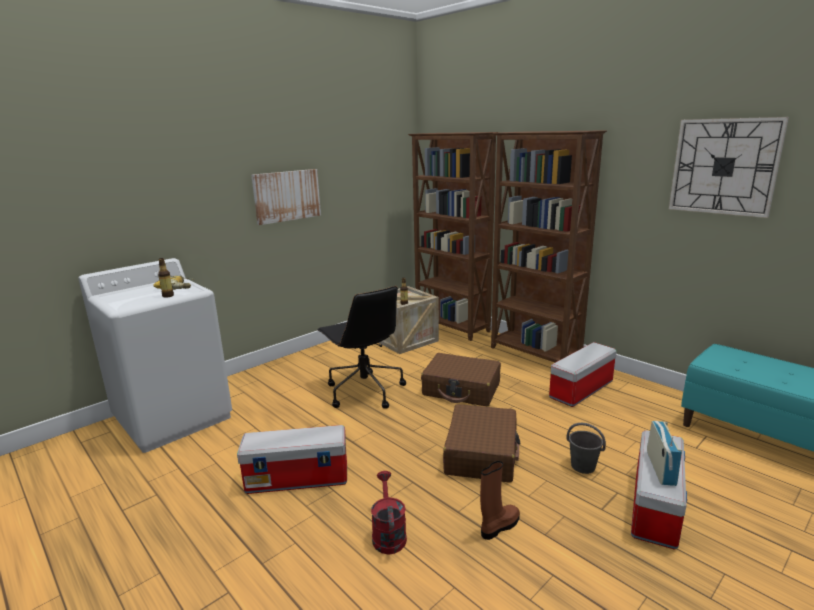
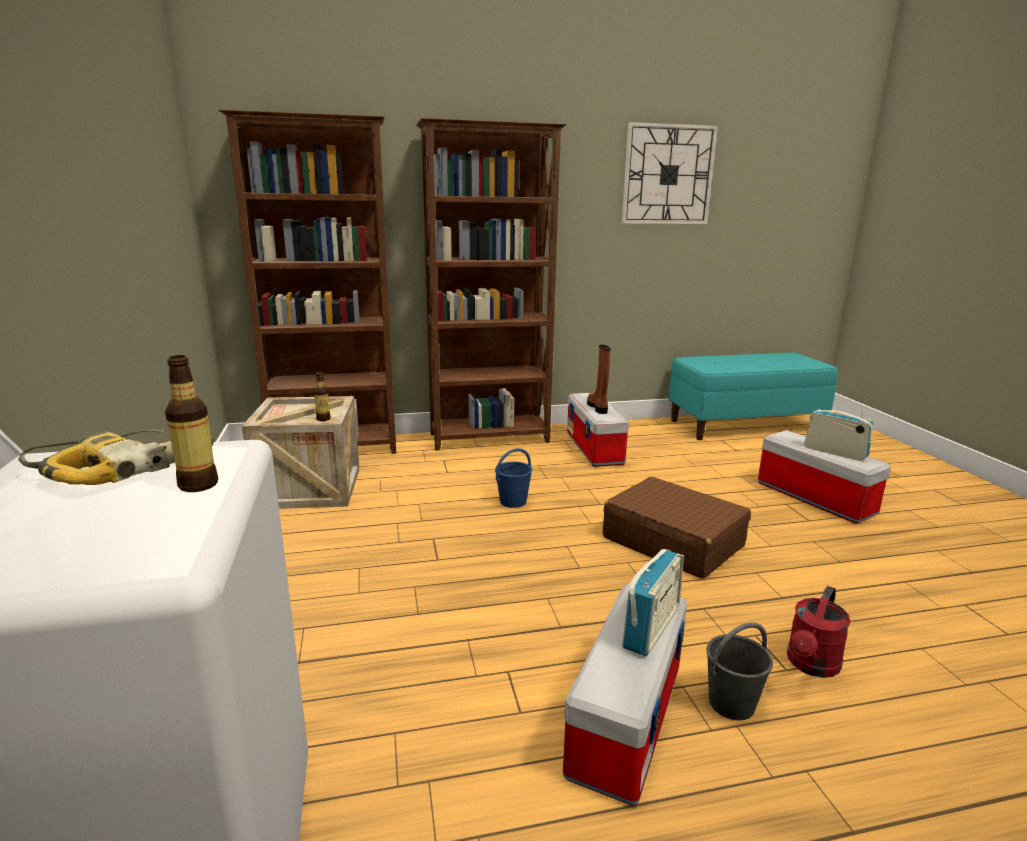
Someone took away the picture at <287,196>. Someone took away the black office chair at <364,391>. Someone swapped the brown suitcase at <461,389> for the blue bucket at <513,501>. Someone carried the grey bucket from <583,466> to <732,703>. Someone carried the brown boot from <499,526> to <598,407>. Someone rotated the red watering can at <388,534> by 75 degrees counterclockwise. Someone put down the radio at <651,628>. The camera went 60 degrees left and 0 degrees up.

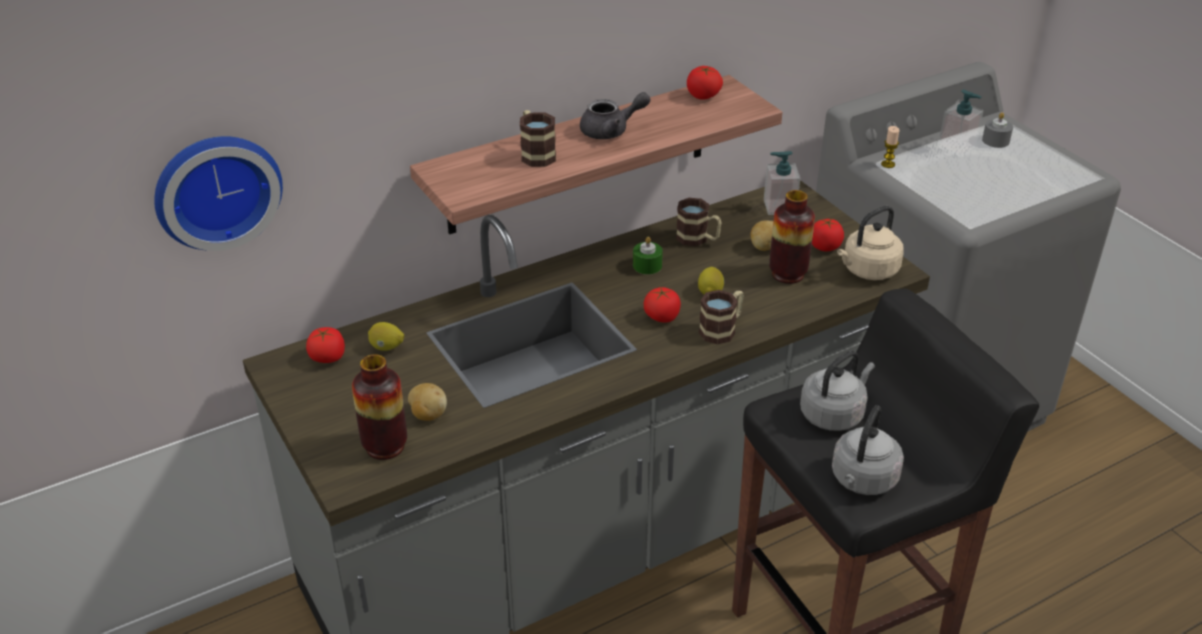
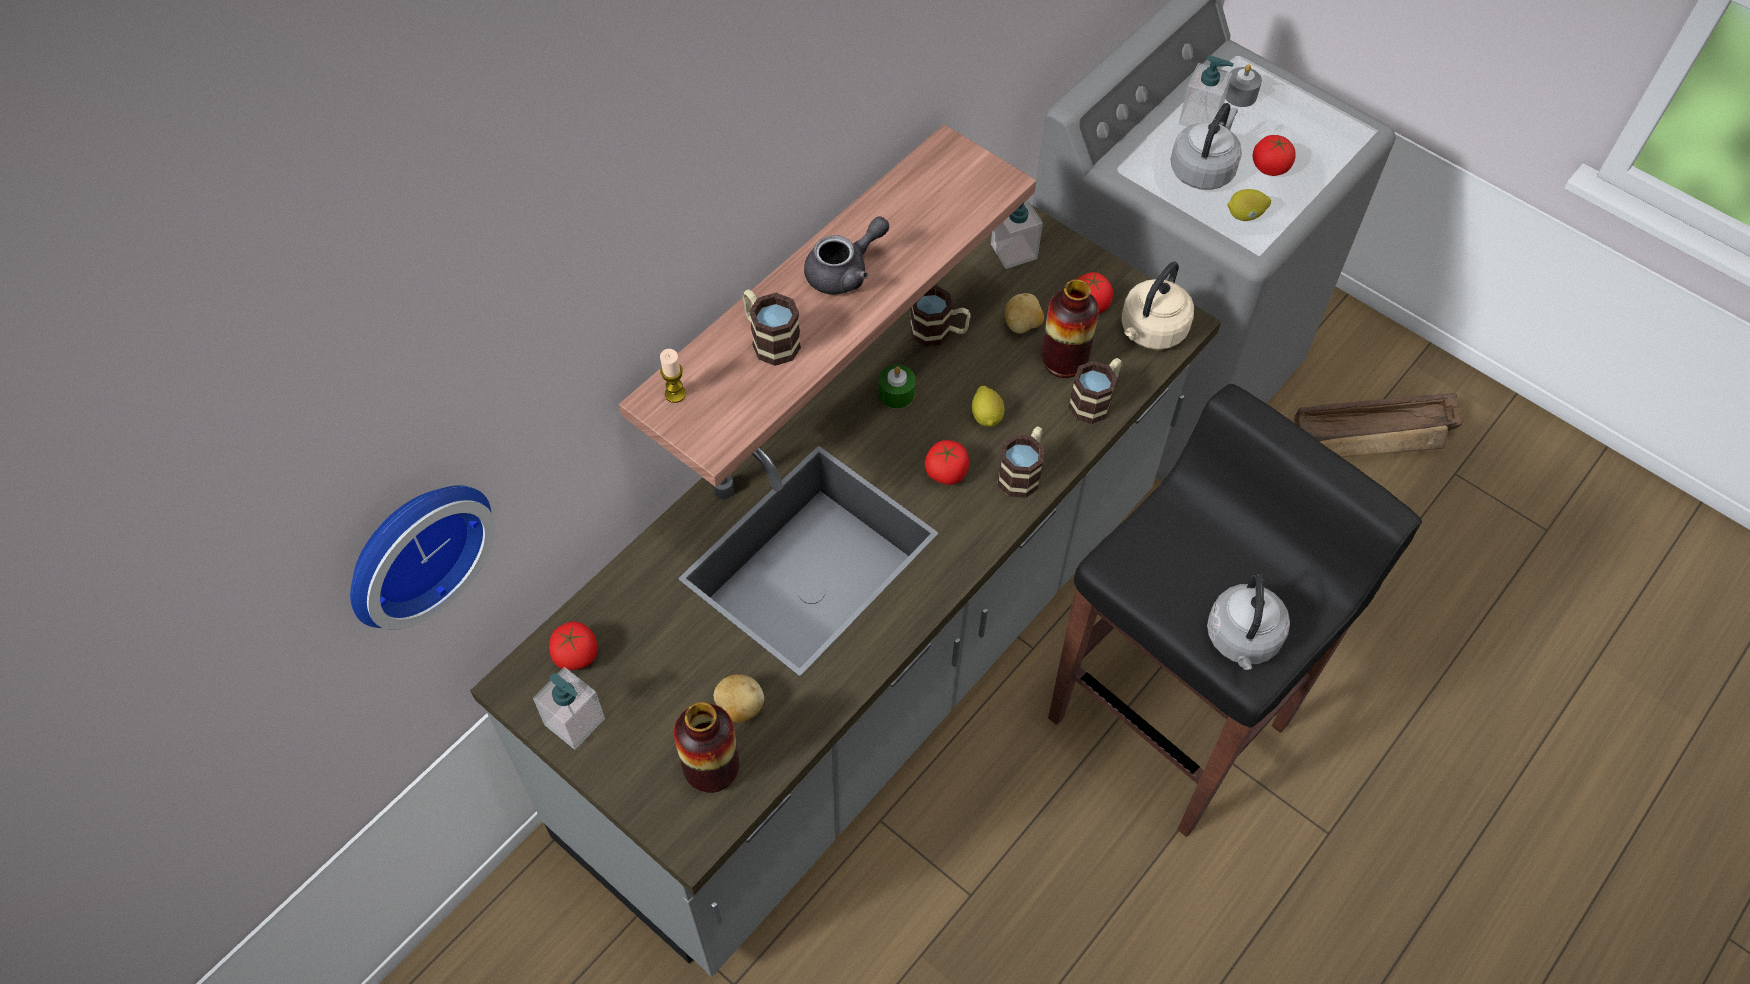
Someone carried the tomato from <703,96> to <1270,167>. Someone carried the candle from <888,164> to <675,394>. Someone carried the lemon from <386,347> to <1245,215>. Someone carried the grey kettle from <834,414> to <1203,169>. Someone put down the mug at <1095,400>. Someone put down the crate at <1372,435>. Someone put down the soap dispenser at <575,722>. The camera went 20 degrees left and 20 degrees up.

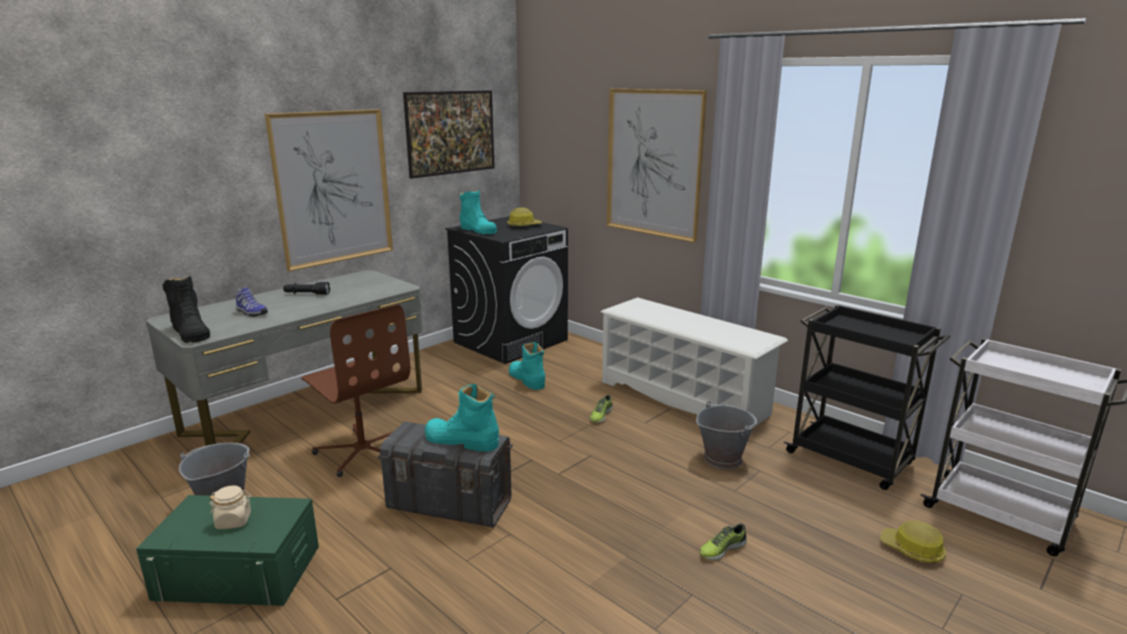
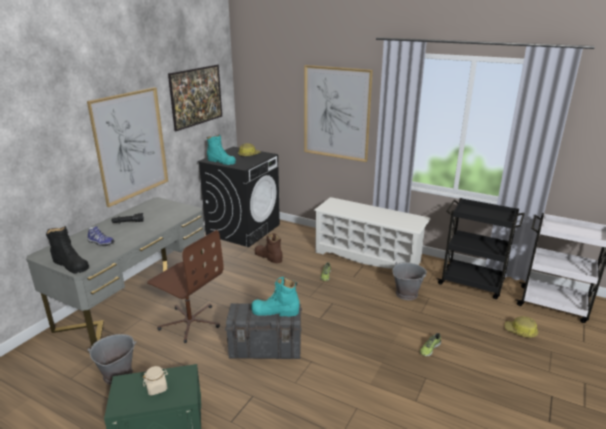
Someone repainted the turquoise boot at <526,379>, which became the brown boot at <268,257>. The camera went 15 degrees left and 5 degrees up.

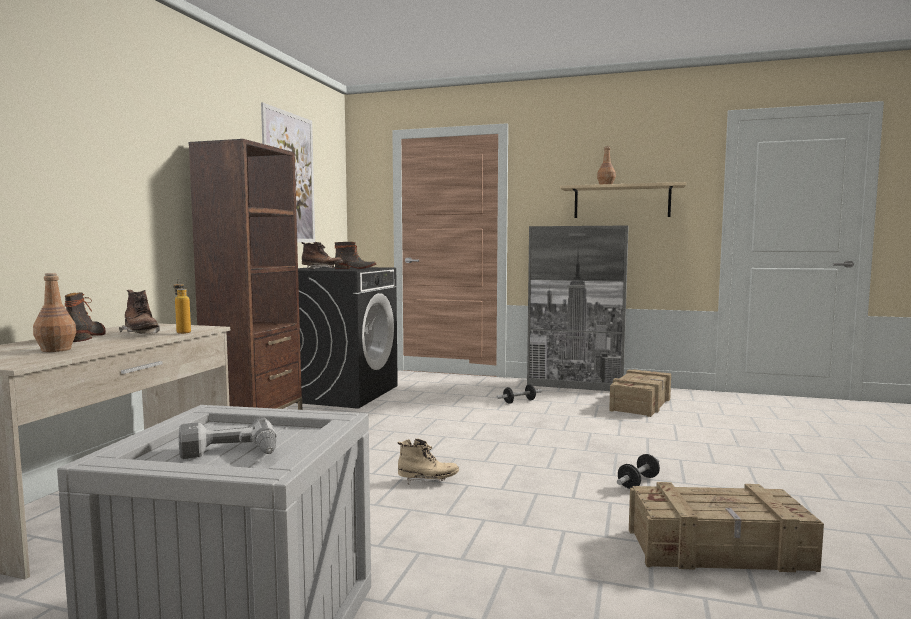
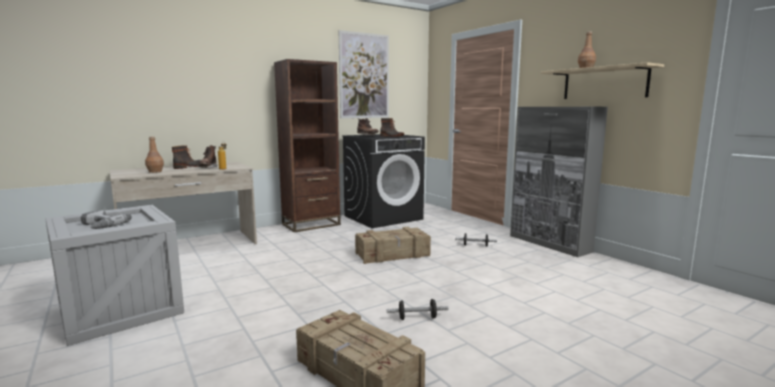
Someone carried the crate from <641,403> to <393,254>. Someone took away the beige boot at <427,481>. The camera went 40 degrees right and 5 degrees up.

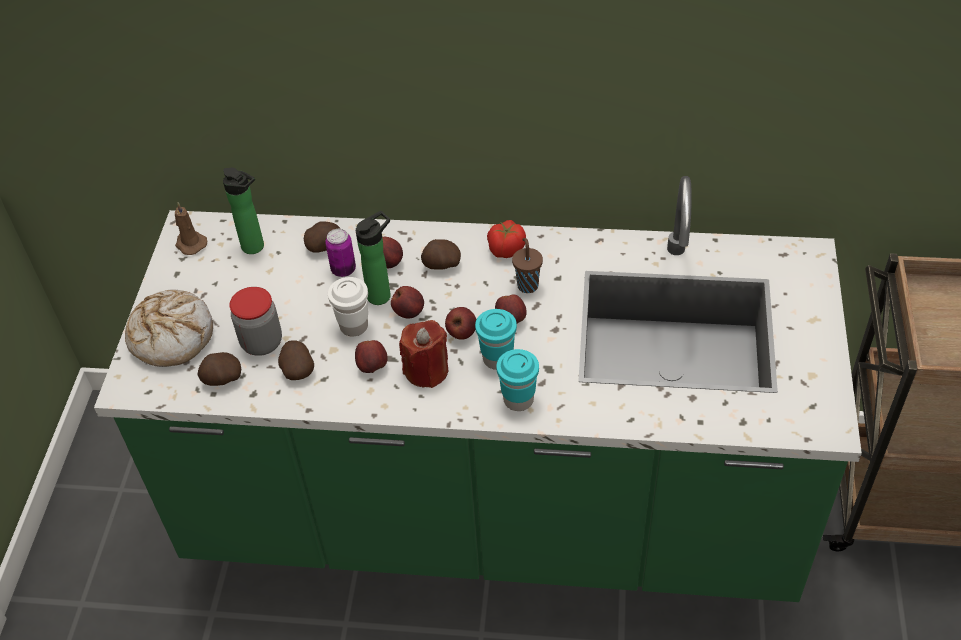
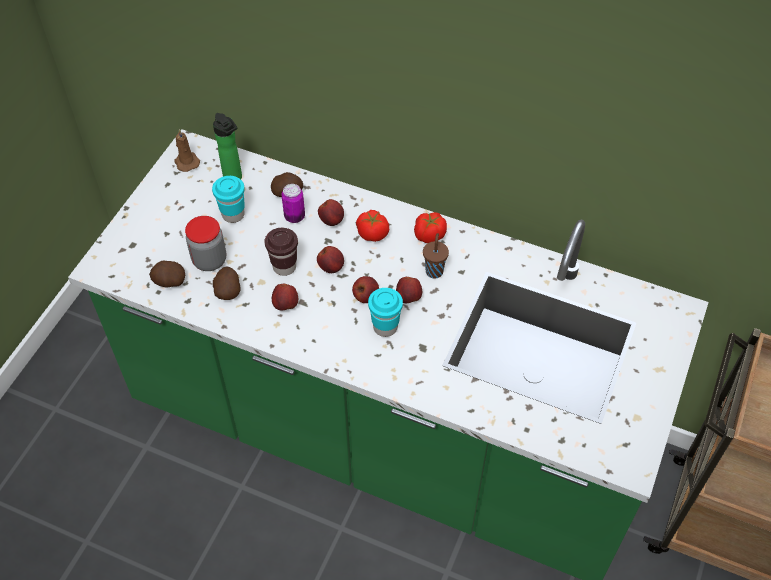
Someone took away the bottle at <382,294>. Someone swapped the potato at <441,265> for the tomato at <372,234>. Someone repainted the white cup at <354,326>, which became the brown cup at <284,267>. Someone took away the bread at <172,335>. Someone took away the red candle at <426,370>. Someone carried the turquoise cup from <518,400> to <233,214>. The camera went 15 degrees right and 5 degrees up.

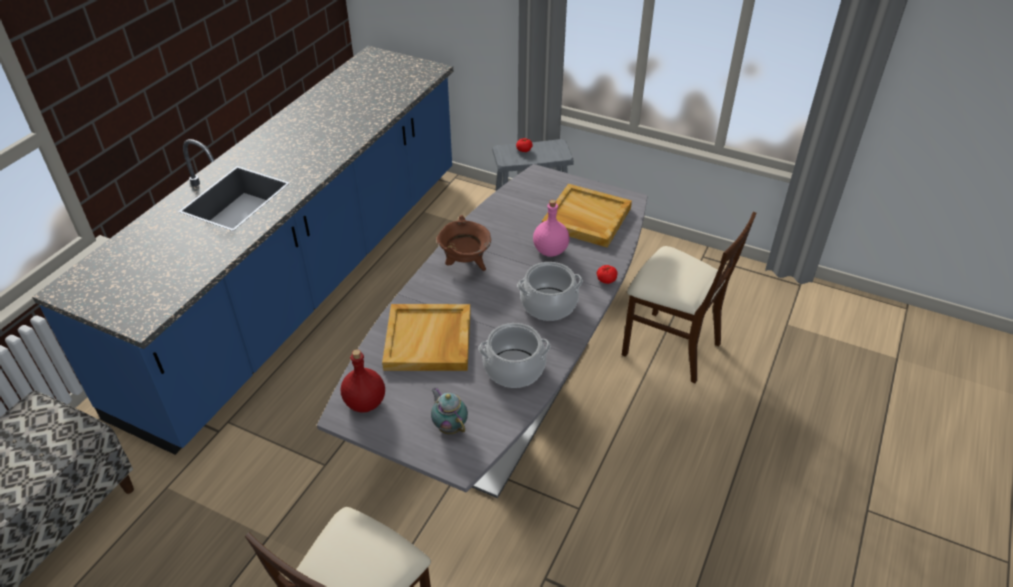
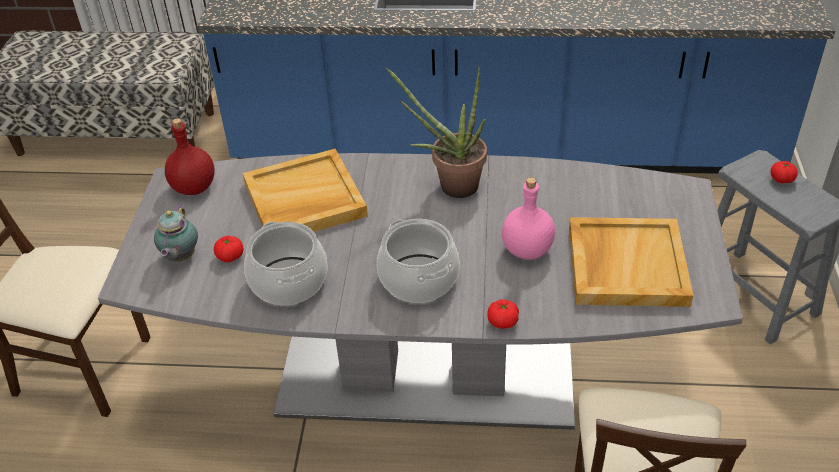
Someone swapped the brown cooking pot at <465,264> for the potted plant at <450,186>. Someone rotated the teapot at <449,426> by 150 degrees clockwise. Someone put down the tomato at <230,256>. The camera went 70 degrees right and 0 degrees up.

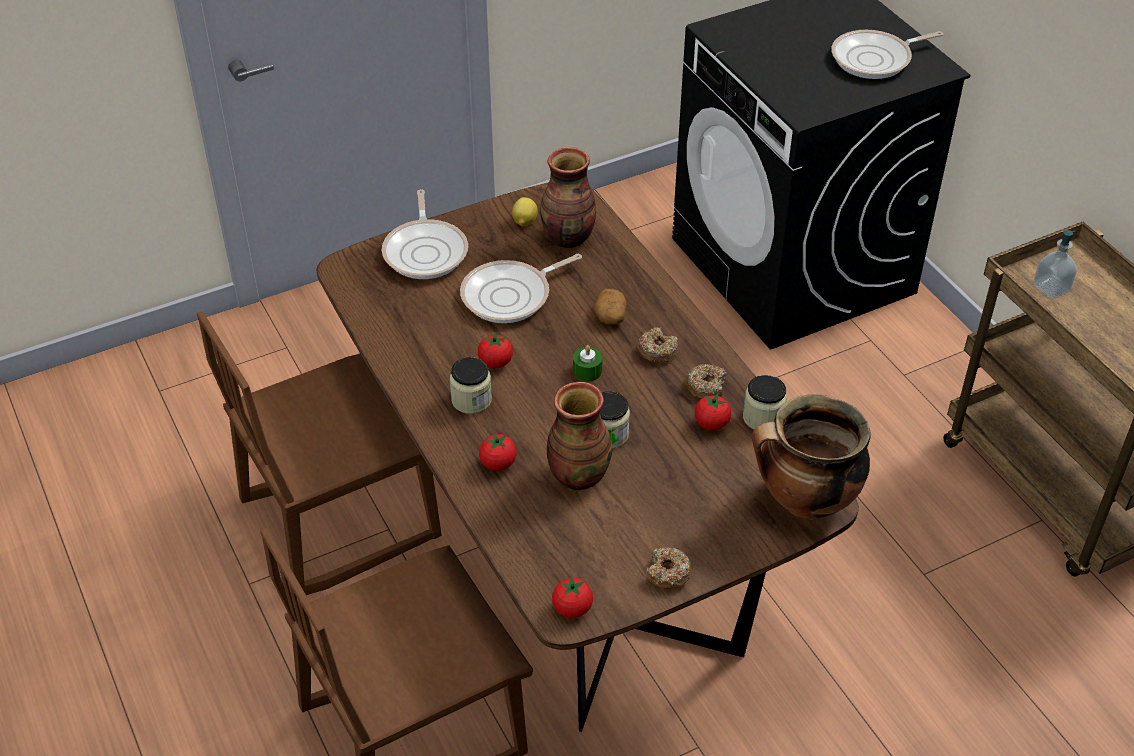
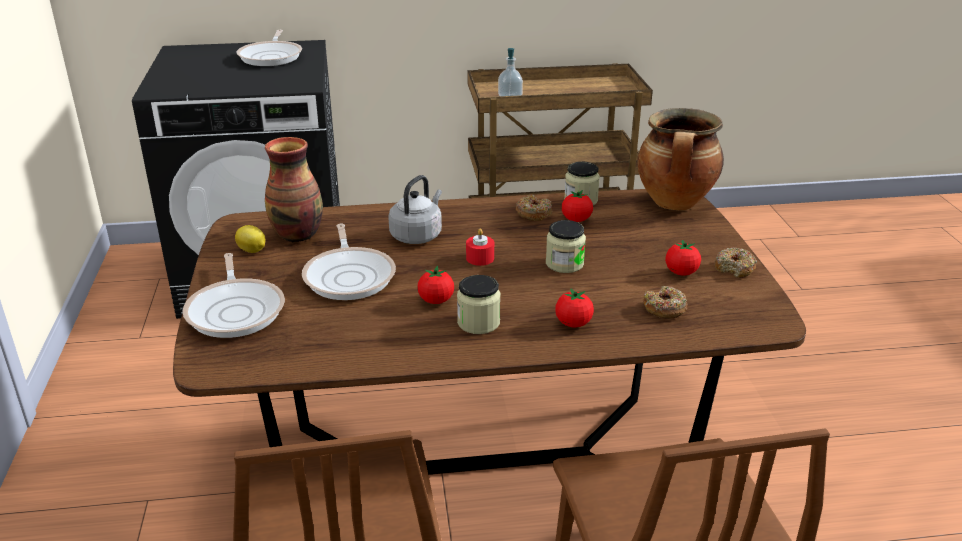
Someone rotated the frying pan at <426,251> by 60 degrees clockwise. Someone swapped the potato at <610,315> for the grey kettle at <417,235>. Someone carried the donut from <657,351> to <664,309>. Someone repainted the green candle at <587,371>, which became the red candle at <480,258>. Someone took away the vase at <578,475>. Someone carried the tomato from <572,608> to <681,272>. The camera went 70 degrees left and 15 degrees down.

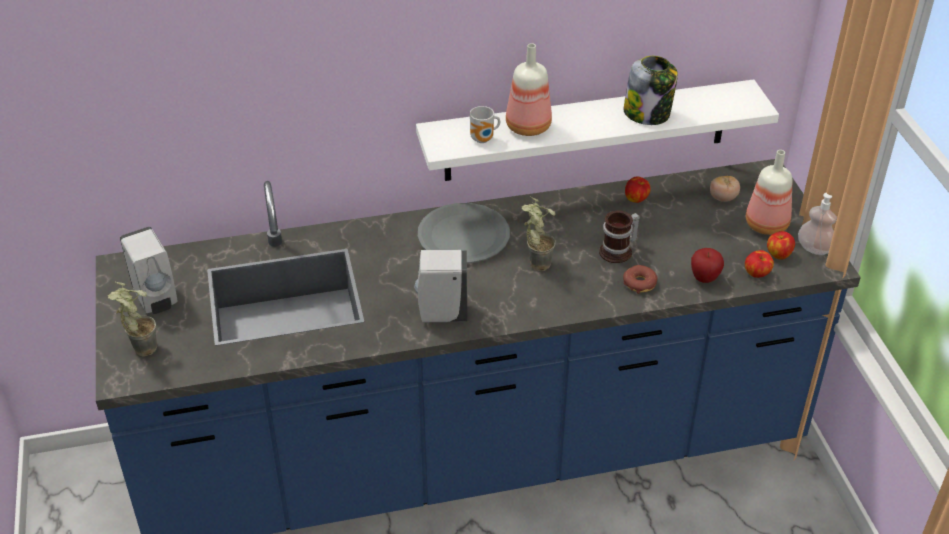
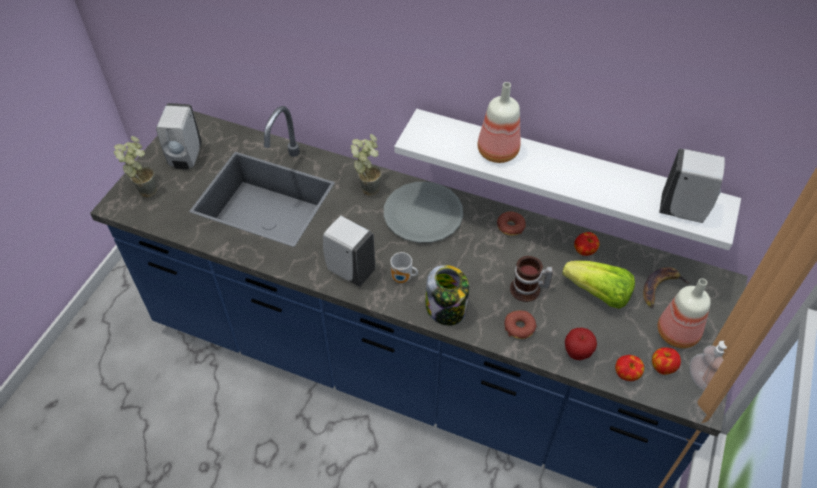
Someone carried the jar from <648,114> to <446,309>. Someone carried the mug from <484,139> to <402,279>. Someone swapped the tomato at <723,198> for the banana at <660,288>. Someone carried the potted plant from <534,262> to <369,186>. Someone put down the white soap dispenser at <684,211>. Someone put down the donut at <510,226>. Someone put down the lettuce at <598,294>. The camera went 35 degrees right and 10 degrees up.

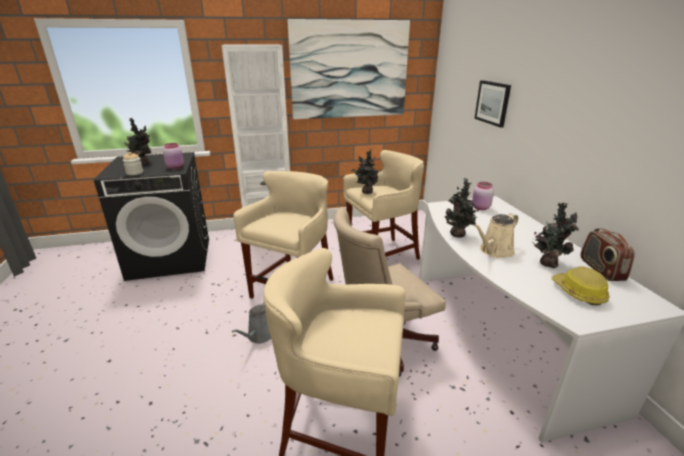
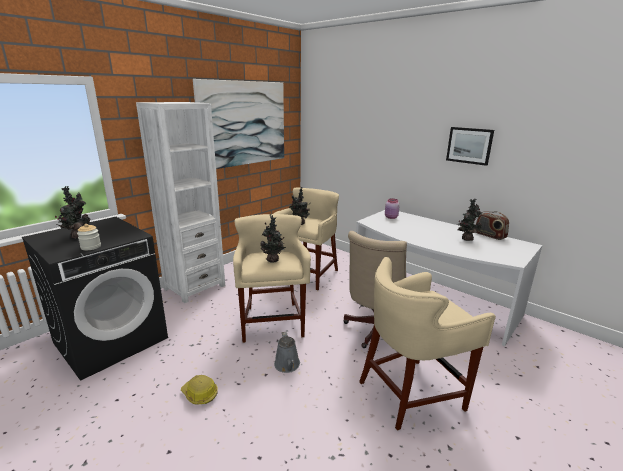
Someone carried the picture from <492,103> to <469,145>. Someone took away the pink jar at <176,167>. Someone carried the potted plant from <458,235> to <273,260>. Someone took away the beige watering can at <494,251>. Someone carried the hard hat from <578,292> to <200,394>. The camera went 35 degrees left and 5 degrees down.

